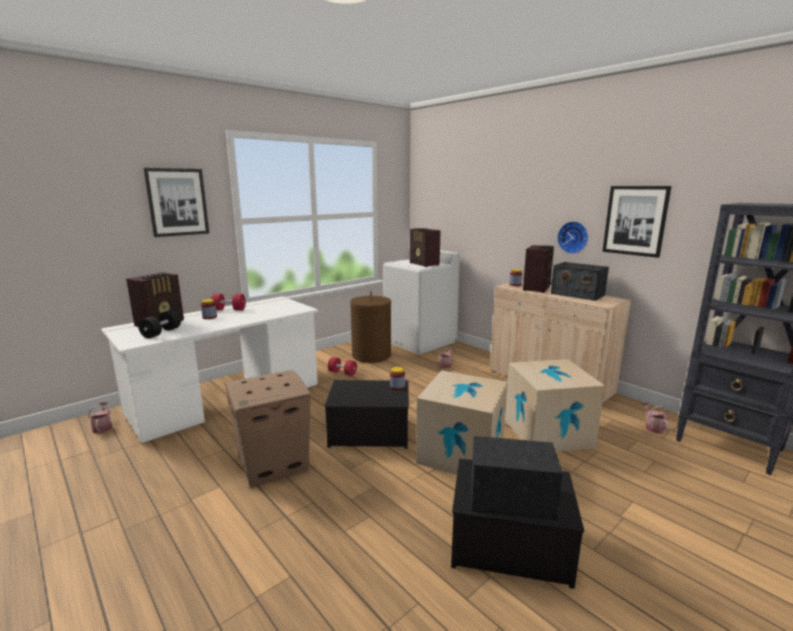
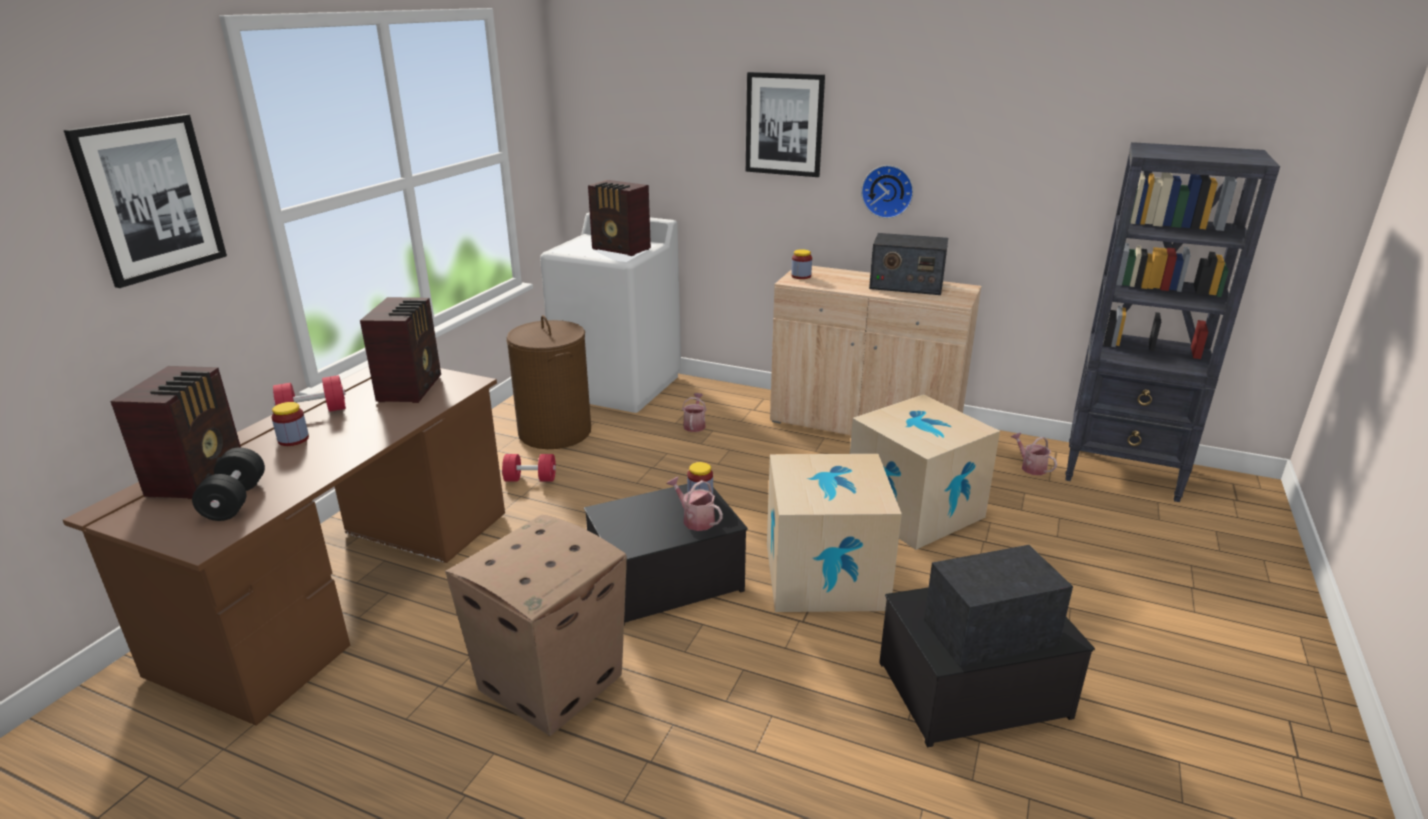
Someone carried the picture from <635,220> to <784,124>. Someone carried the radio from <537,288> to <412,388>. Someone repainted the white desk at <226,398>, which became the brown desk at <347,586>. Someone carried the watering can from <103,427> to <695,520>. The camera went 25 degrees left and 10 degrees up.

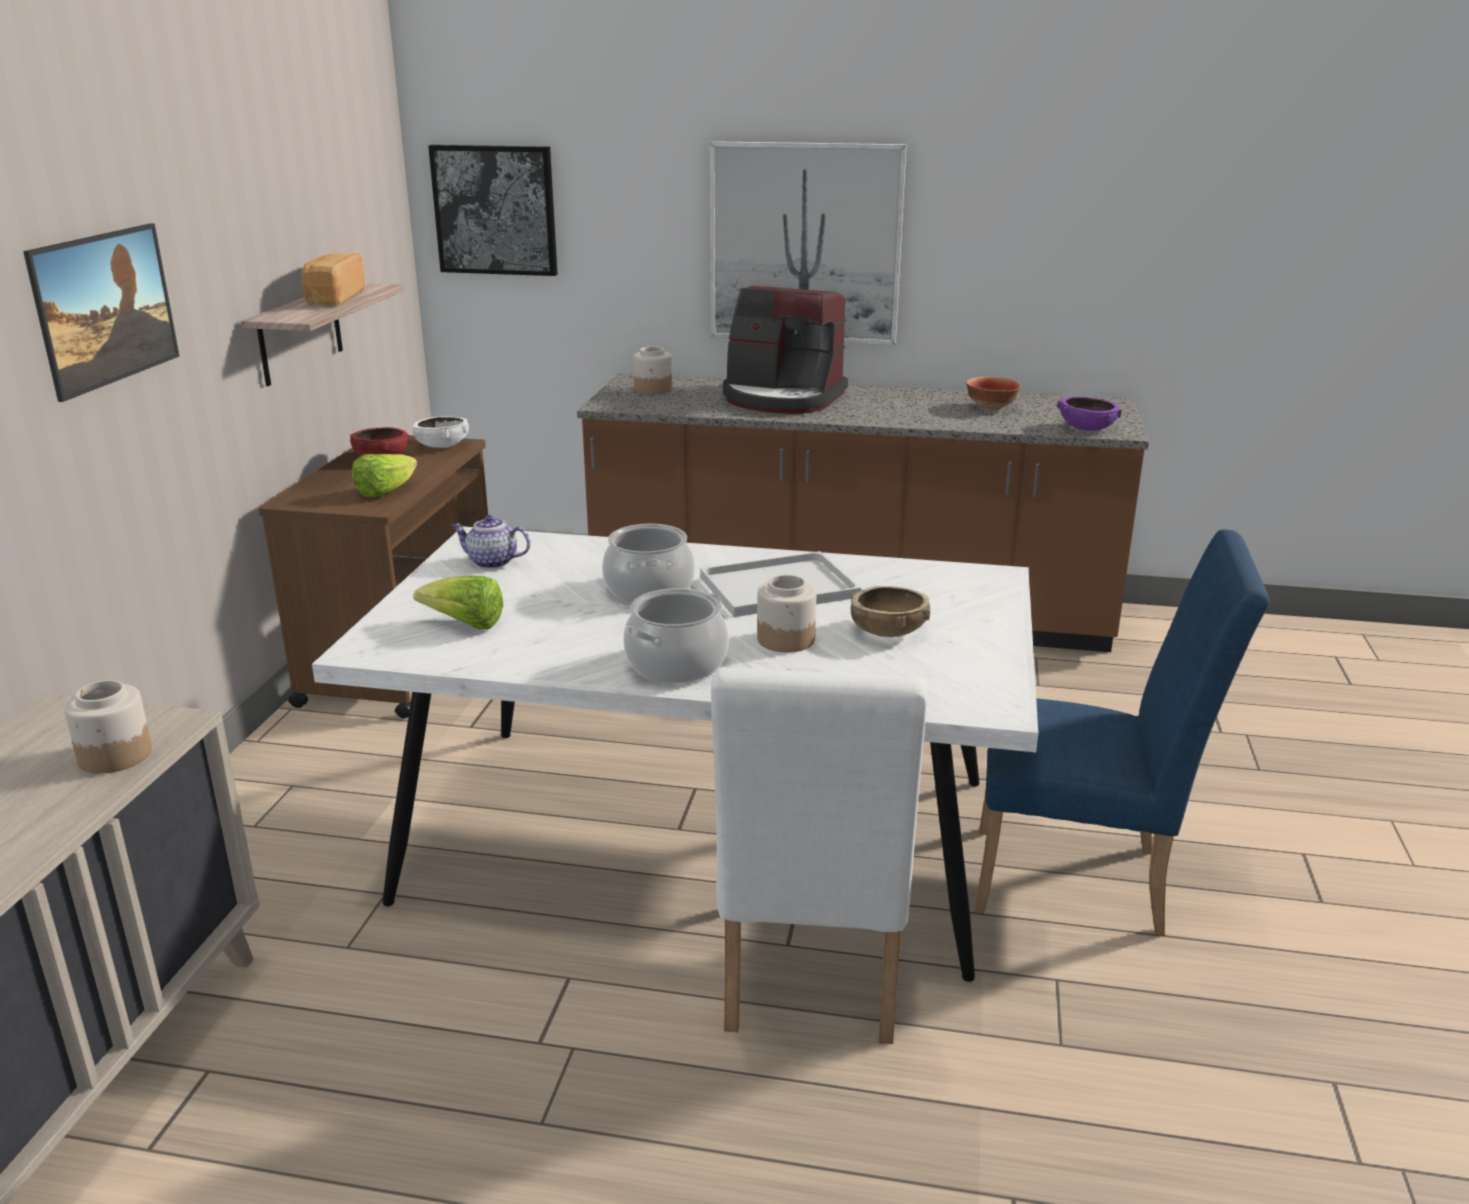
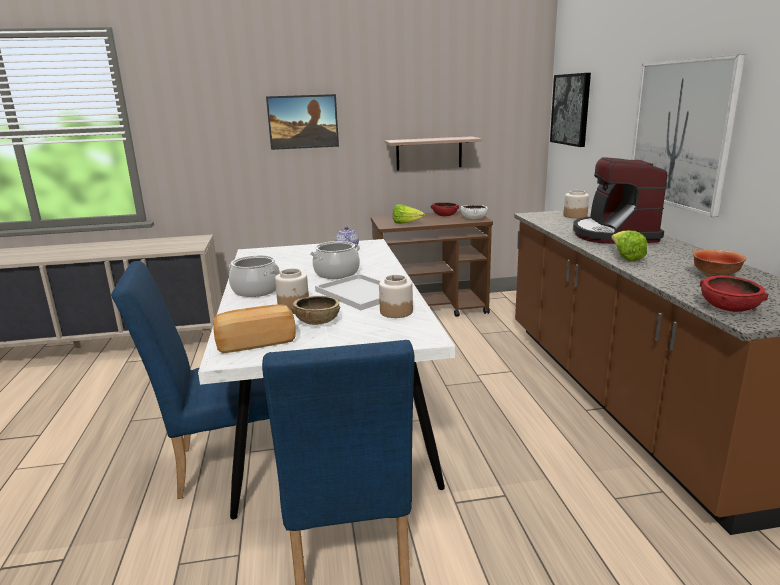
Someone carried the bread from <334,298> to <256,342>. Someone repainted the purple bowl at <1086,428>, which became the red bowl at <729,308>. Someone carried the lettuce from <465,624> to <625,257>. Someone repainted the white chair at <809,981>, which became the blue chair at <223,463>. Someone carried the jar from <114,755> to <396,312>. The camera went 70 degrees right and 5 degrees down.

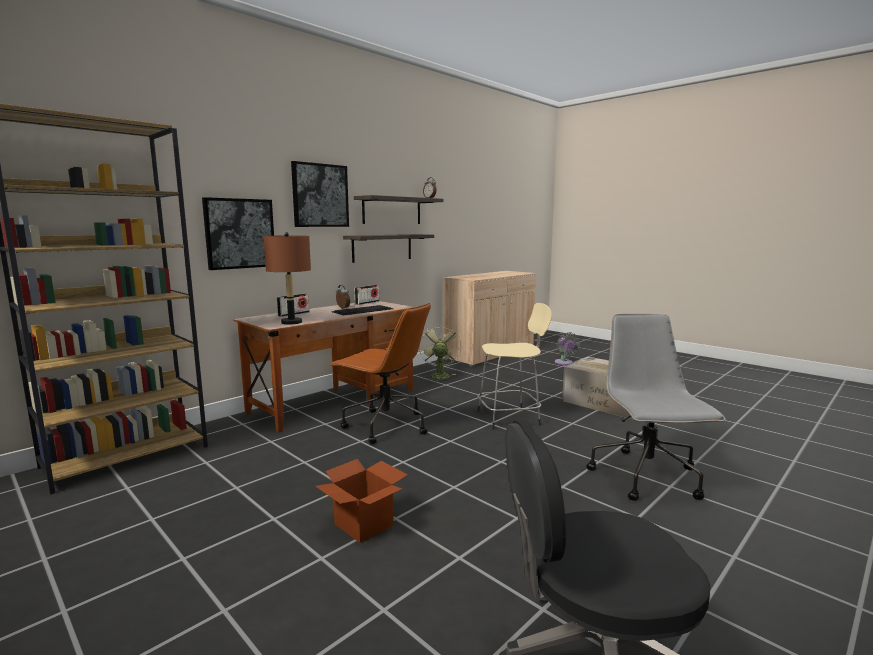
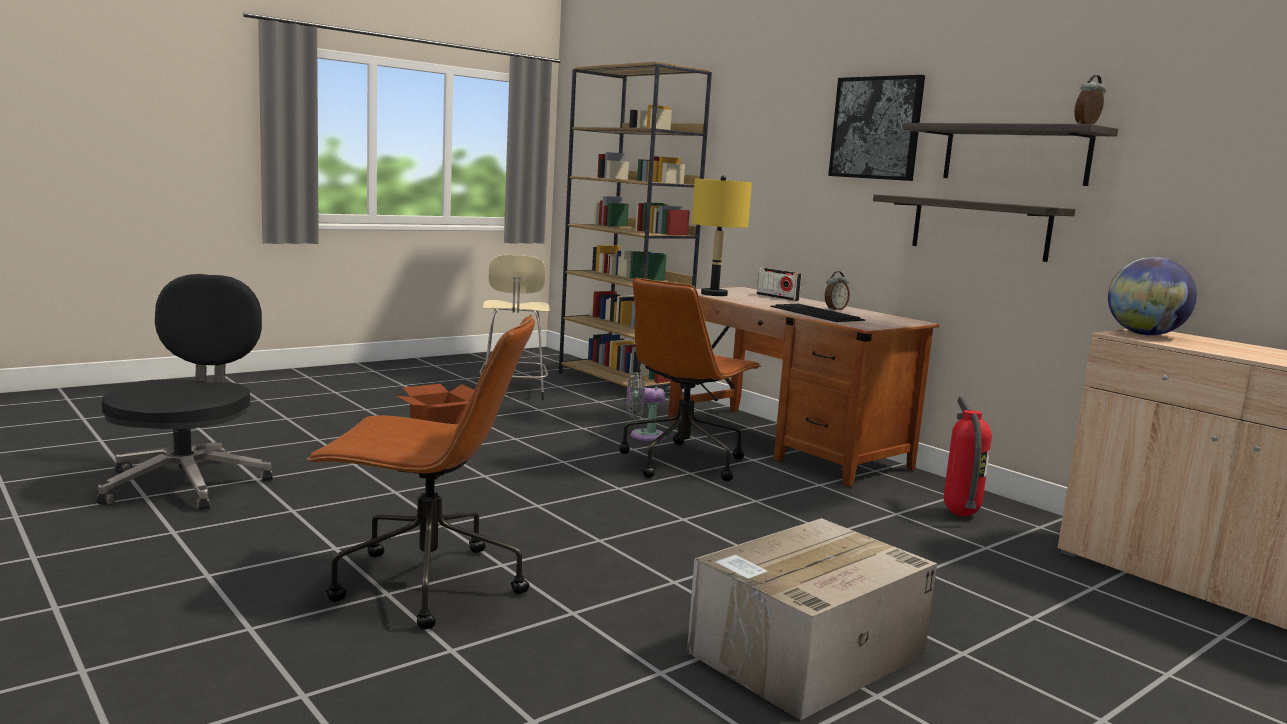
Someone took away the picture at <240,233>. Someone repainted the brown table lamp at <291,322>, which became the yellow table lamp at <714,294>. Someone took away the radio at <367,302>. Someone carried the beige stool from <510,417> to <513,392>. Someone repainted the grey office chair at <647,478>, which became the brown office chair at <424,584>. Someone swapped the green fan at <439,375> for the fire extinguisher at <959,514>. Someone carried the grey fan from <564,363> to <643,436>. Someone put down the globe at <1145,334>. The camera went 95 degrees right and 0 degrees up.

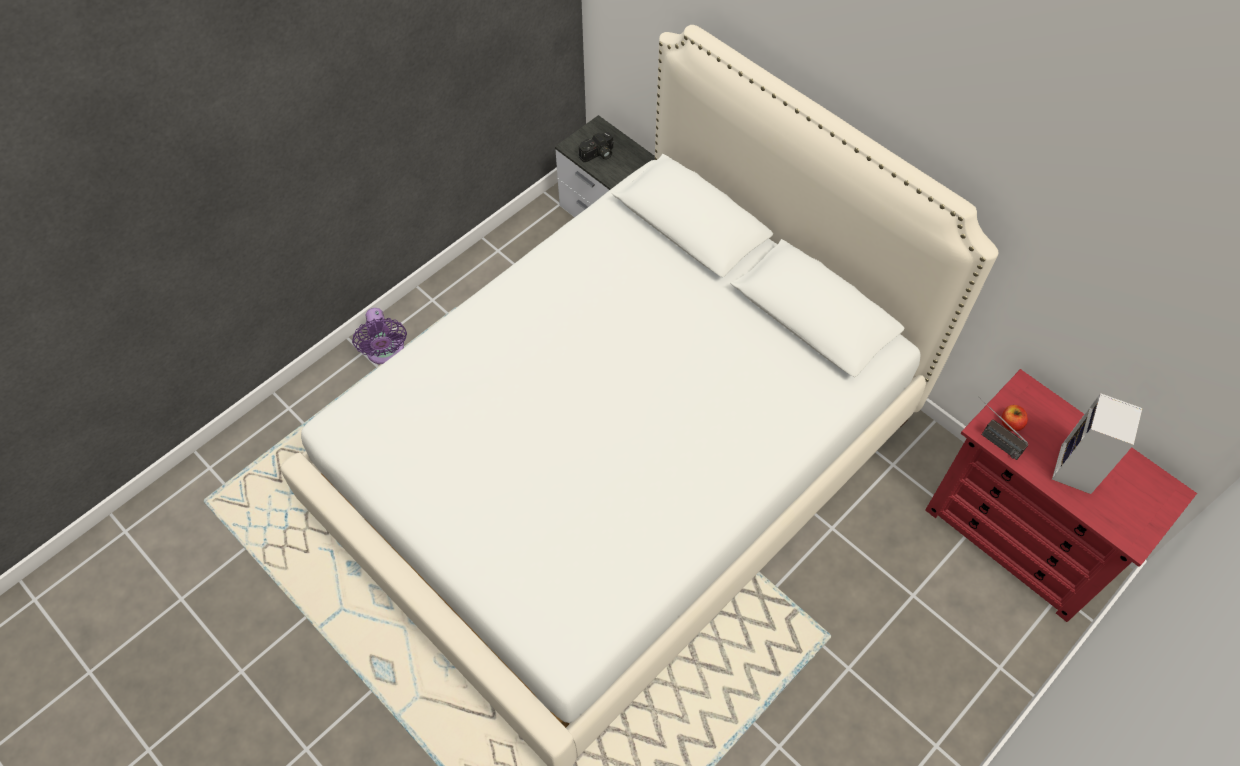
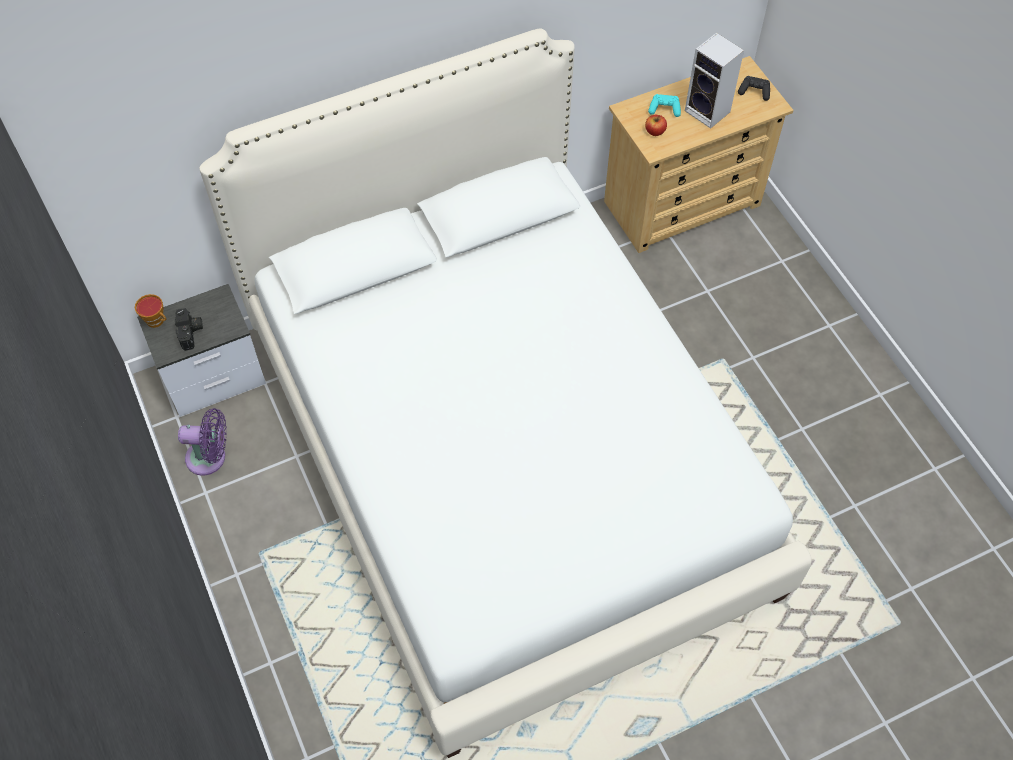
Someone carried the purple fan from <385,352> to <210,458>. Someone repainted the red dresser at <1019,536>, which became the beige dresser at <683,203>. Someone took away the radio at <991,438>. Someone put down the black game controller at <754,92>. Someone put down the turquoise game controller at <664,109>. Someone put down the cup at <157,321>. The camera went 70 degrees left and 0 degrees up.

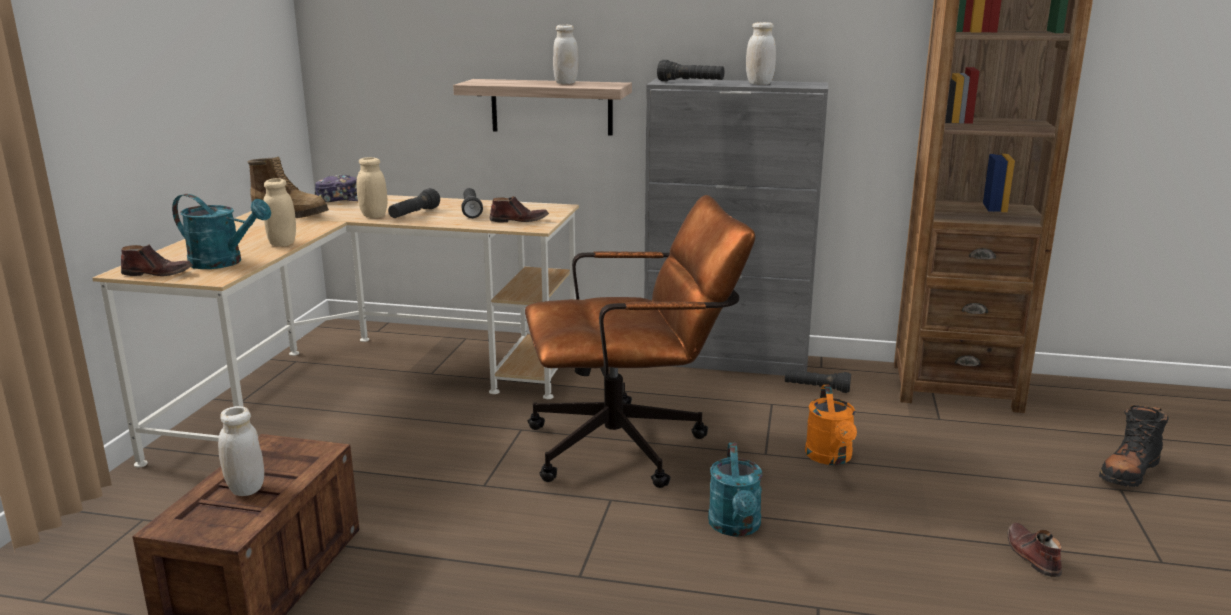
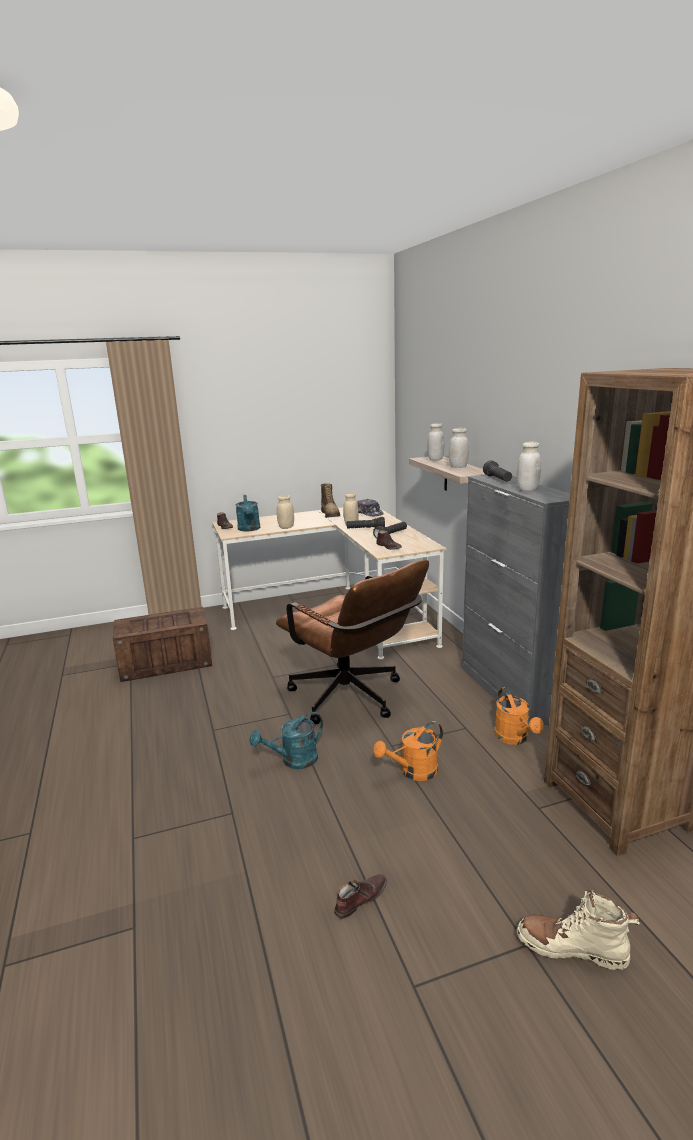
Someone swapped the black flashlight at <816,388> for the orange watering can at <514,738>. Someone repainted the black boot at <1129,472>, which became the beige boot at <571,948>. Someone carried the white jar from <246,488> to <435,459>. The camera went 60 degrees right and 0 degrees up.

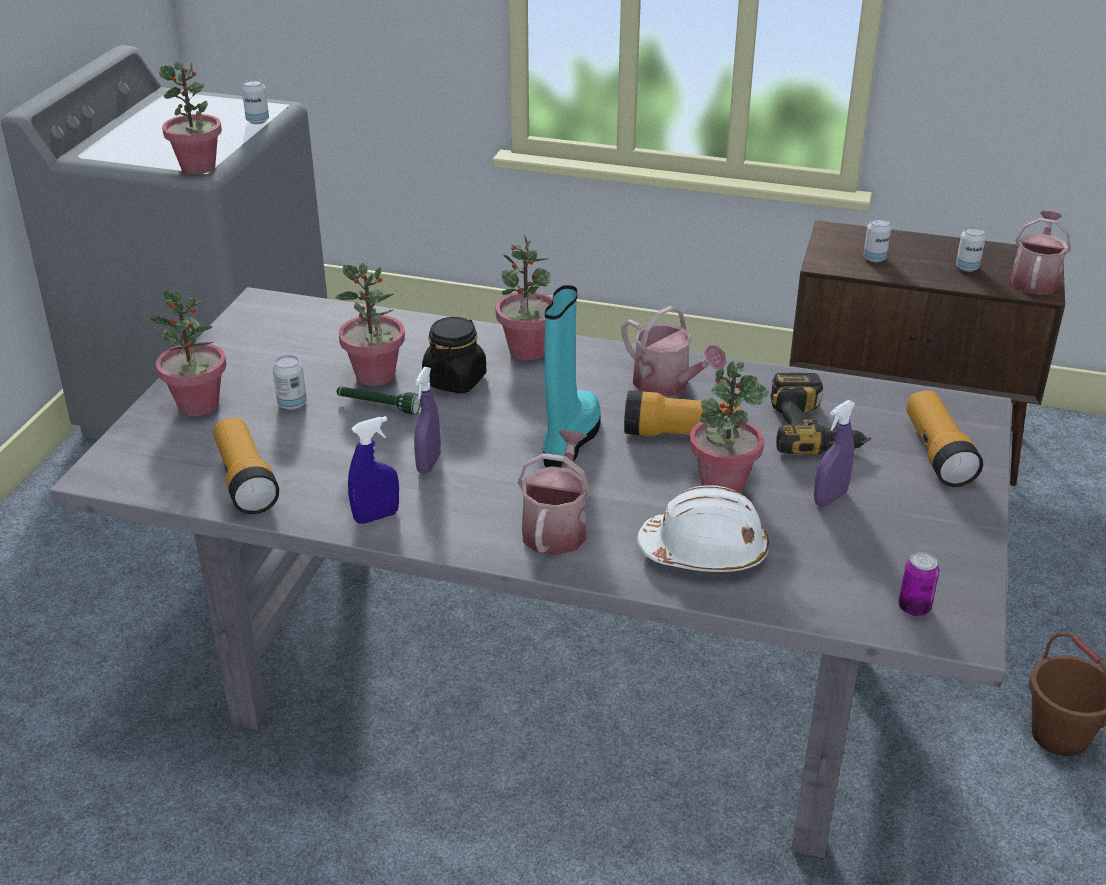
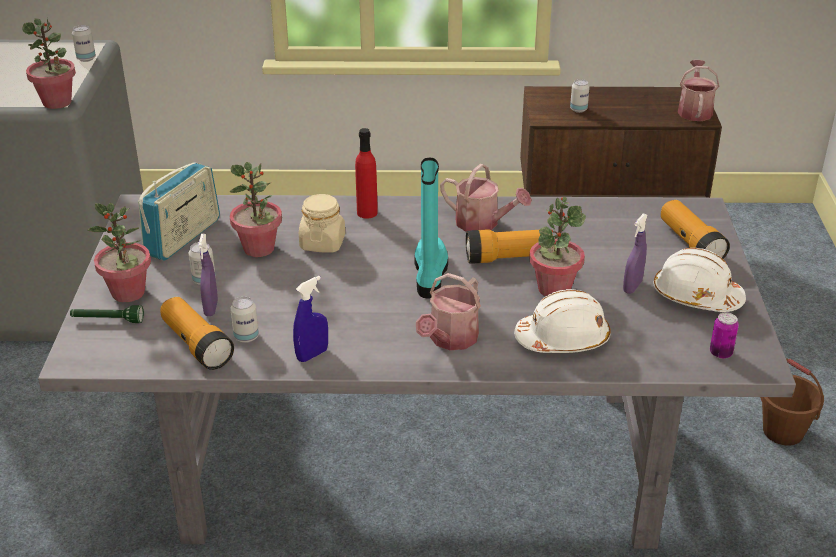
Someone carried the can from <967,267> to <246,337>. Someone swapped the potted plant at <527,350> for the red bottle at <367,213>. Someone repainted the black jar at <455,380>, which became the beige jar at <322,243>. Someone carried the purple spray bottle from <429,464> to <211,308>. Someone took away the power drill at <815,429>. Someone carried the green flashlight from <378,406> to <107,320>. Someone rotated the watering can at <556,527> by 150 degrees counterclockwise. Someone put down the radio at <183,237>. Someone put down the white hard hat at <696,296>. The camera went 15 degrees left and 0 degrees up.

